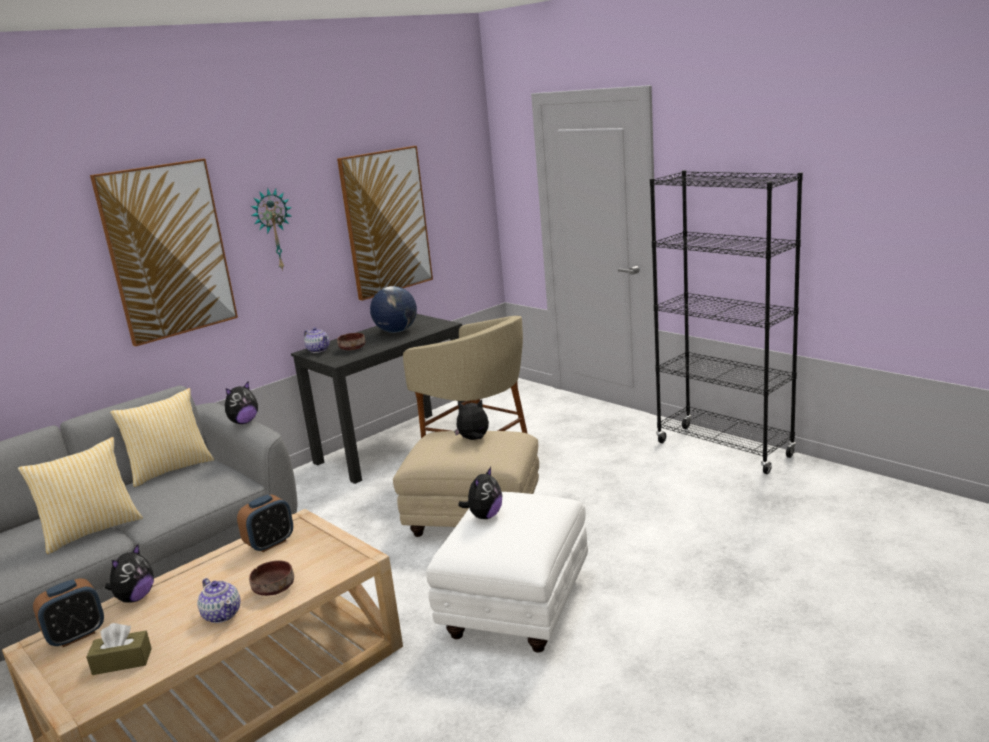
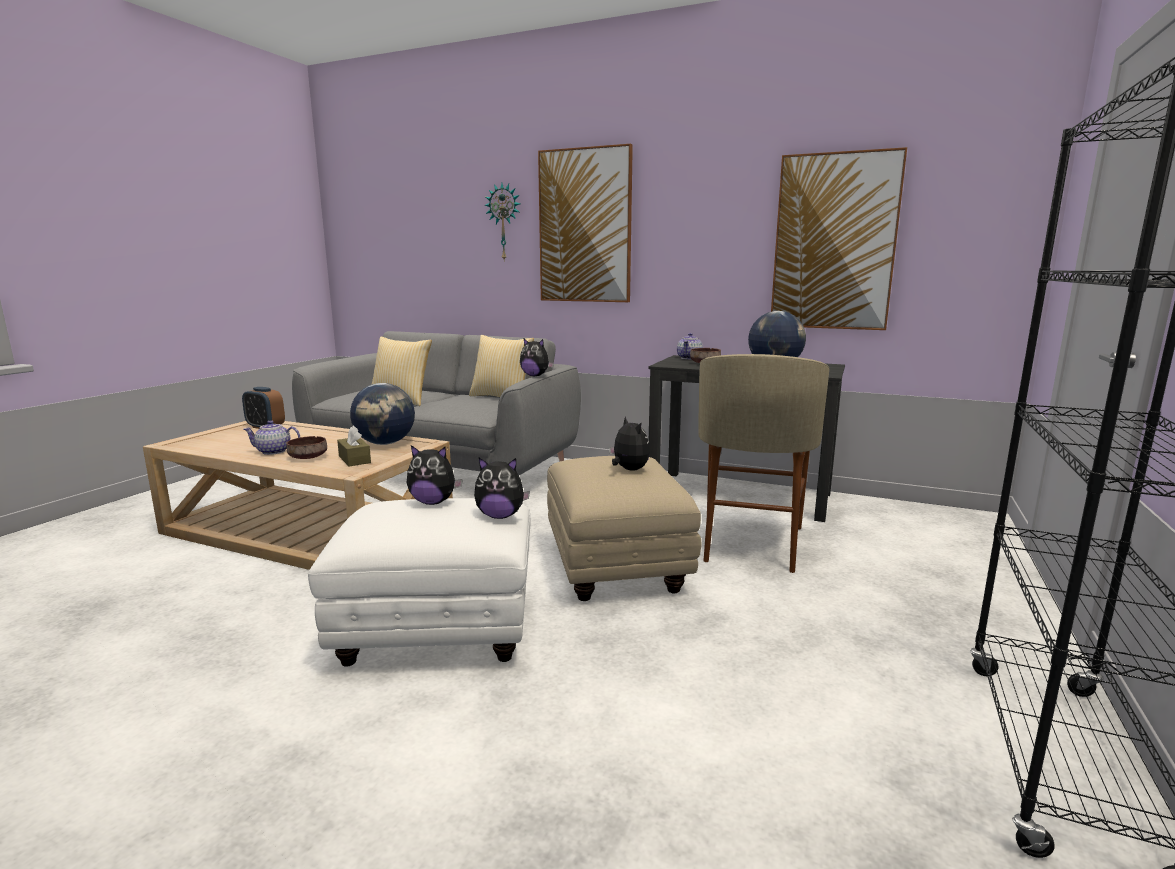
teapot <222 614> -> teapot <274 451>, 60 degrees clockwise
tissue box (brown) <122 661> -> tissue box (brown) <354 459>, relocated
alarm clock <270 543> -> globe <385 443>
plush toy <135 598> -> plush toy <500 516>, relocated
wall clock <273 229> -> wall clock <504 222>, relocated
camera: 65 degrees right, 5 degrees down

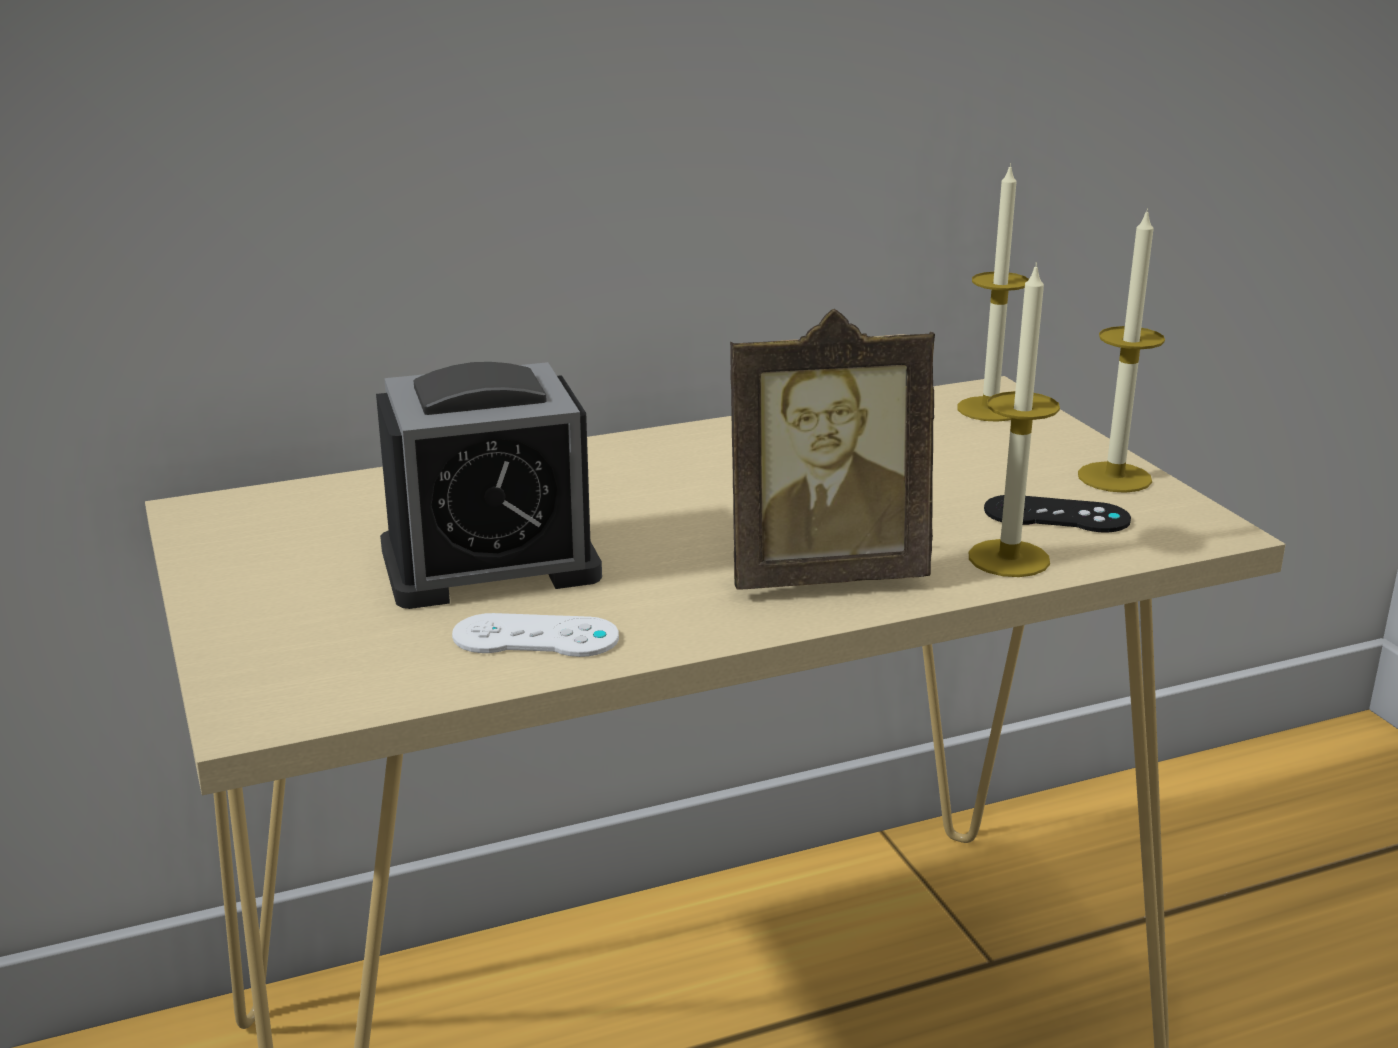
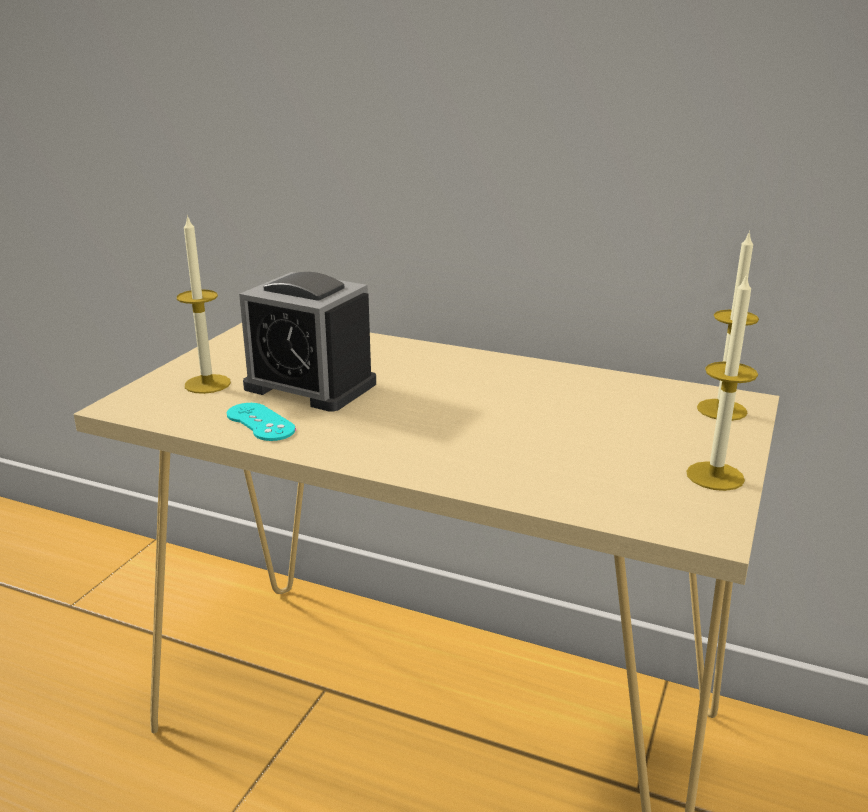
candle <1008 558> -> candle <207 384>, relocated
game controller (white) <535 637> -> game controller (turquoise) <260 422>
picture frame <823 572> -> none
game controller (black) <1056 515> -> none
camera: 45 degrees right, 0 degrees up

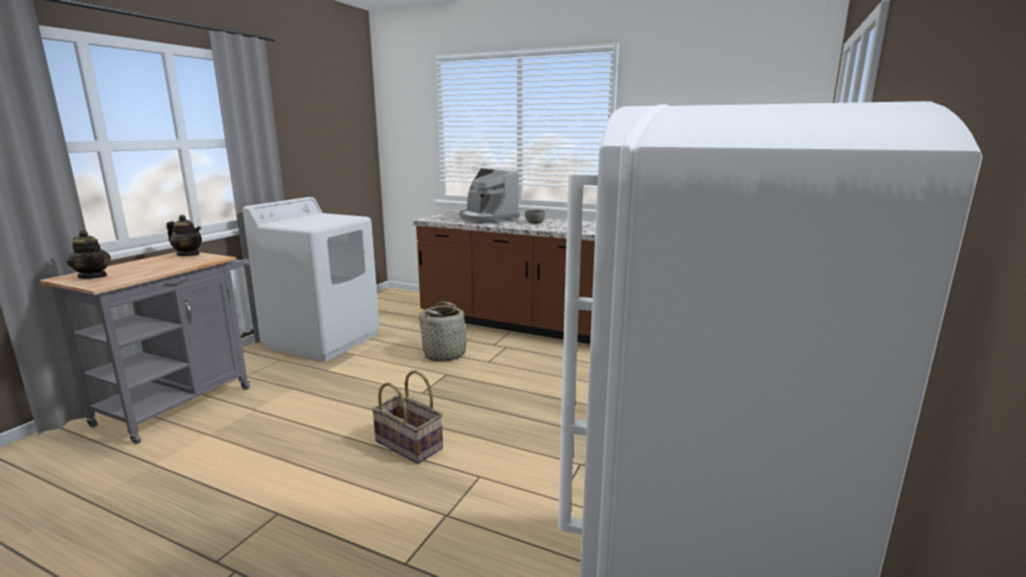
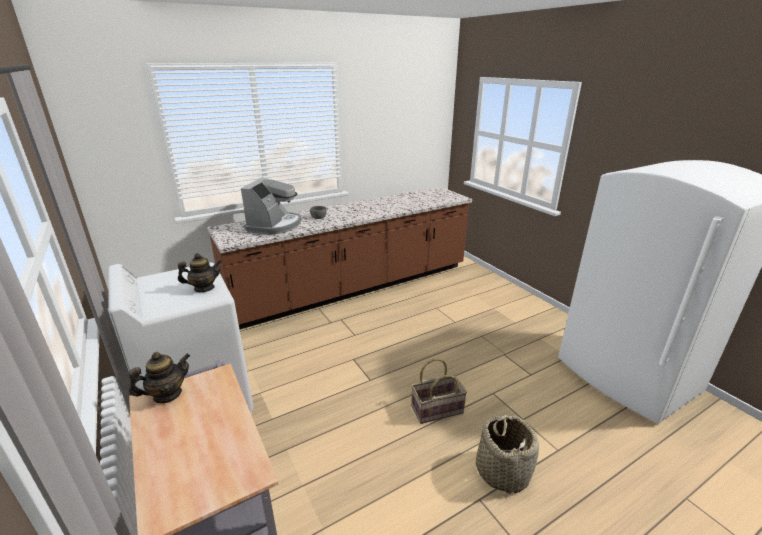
teapot <93 276> -> teapot <204 288>, relocated
coffee machine <487 219> -> coffee machine <275 225>, 75 degrees counterclockwise
basket <445 354> -> basket <502 471>, relocated
camera: 55 degrees left, 10 degrees up

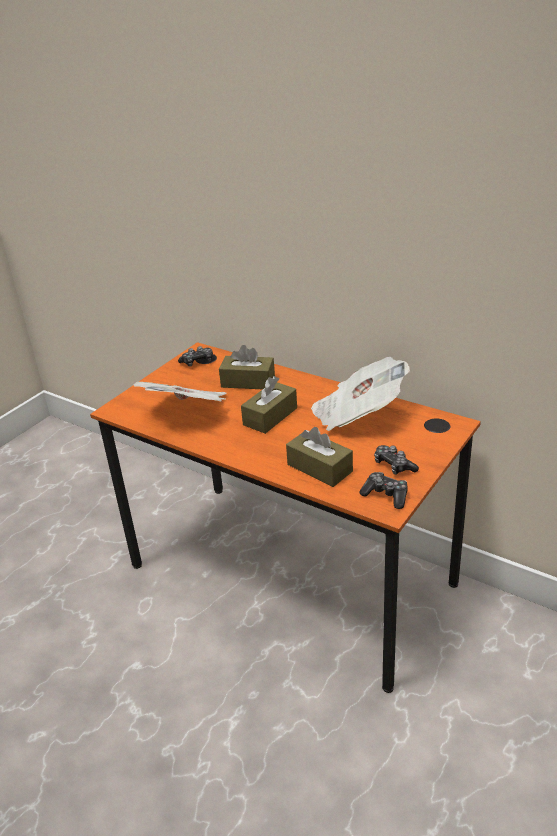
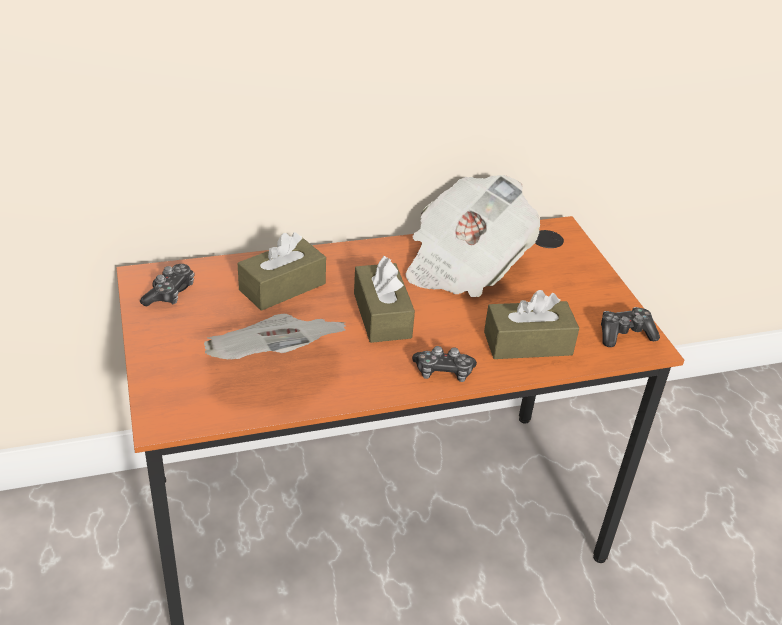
game controller <394 466> -> game controller <443 372>, relocated
camera: 55 degrees left, 5 degrees up

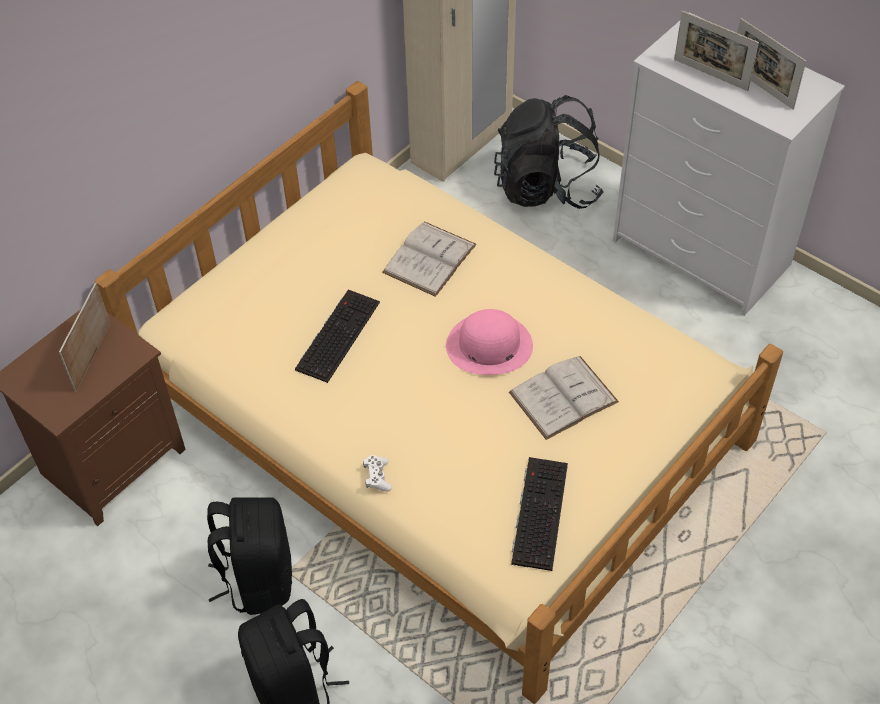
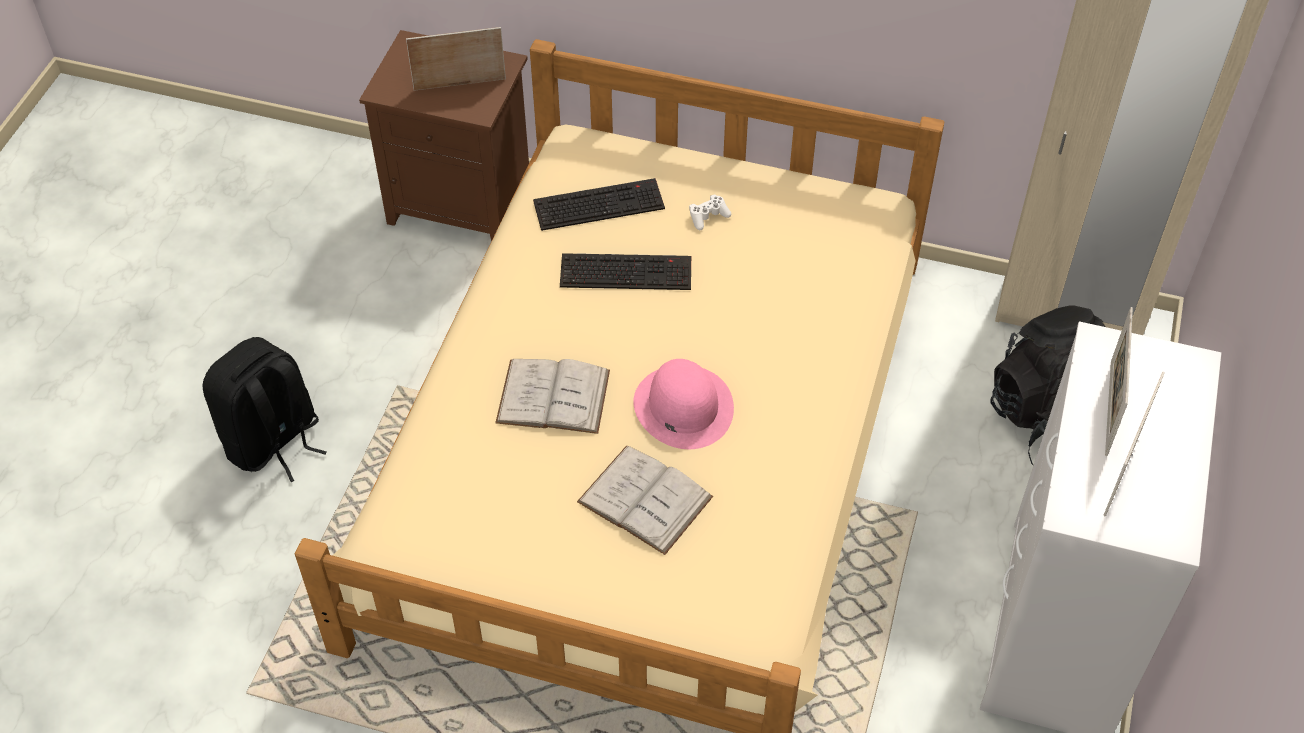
book (white) <429 258> -> book (white) <553 396>, relocated
keyboard <538 511> -> keyboard <600 203>, relocated
game controller (white) <377 477> -> game controller (white) <708 216>, relocated
backpack (black) <257 578> -> none
camera: 65 degrees right, 0 degrees up

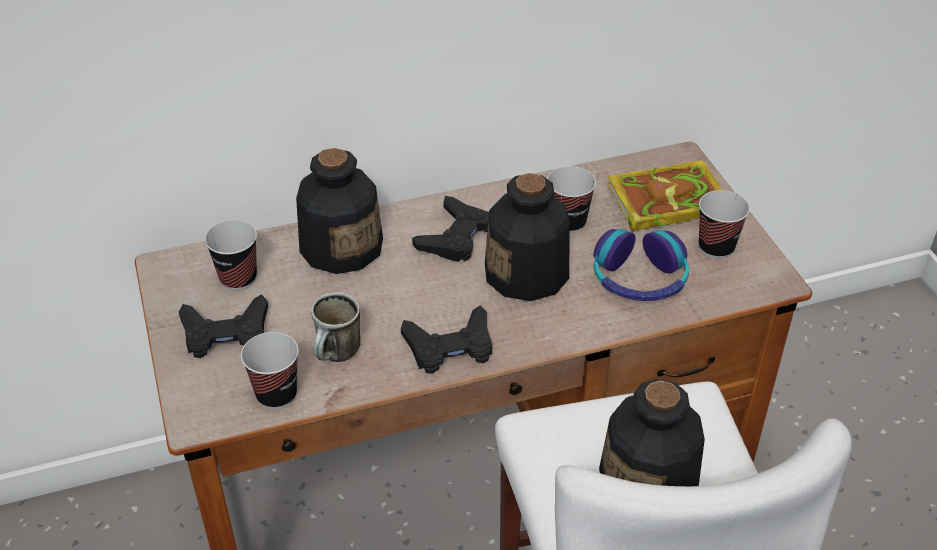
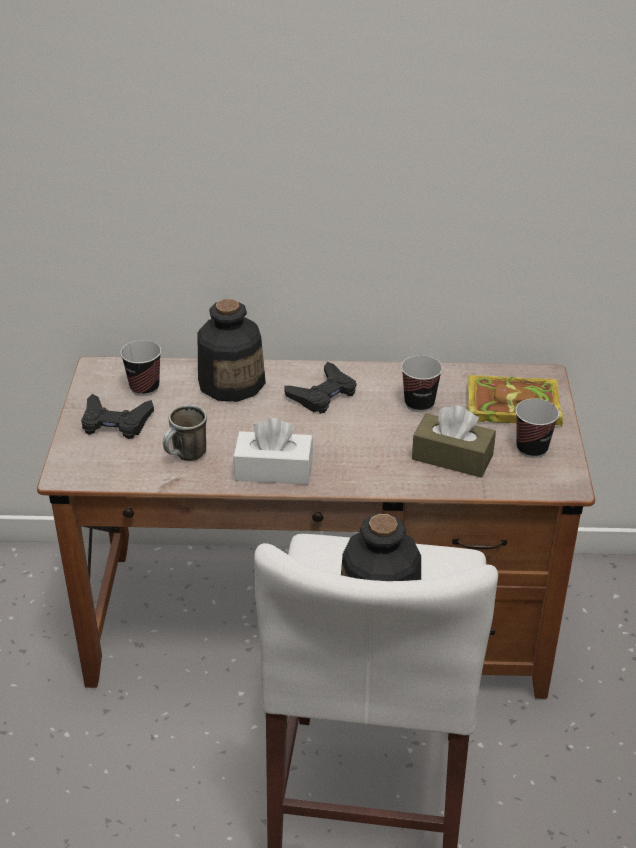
game controller (black) <450 347> -> tissue box (white) <274 470>
headphones <639 279> -> tissue box (brown) <452 457>
cup <276 394> -> none
bottle <527 274> -> none
camera: 20 degrees right, 5 degrees down

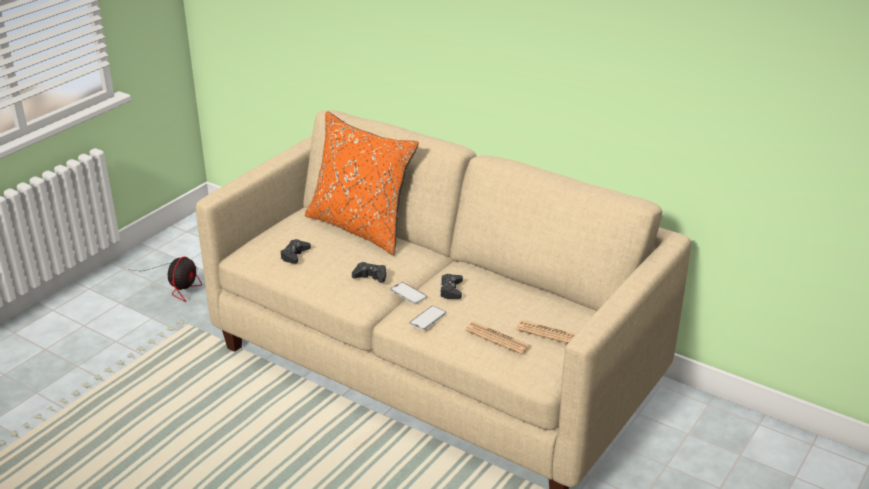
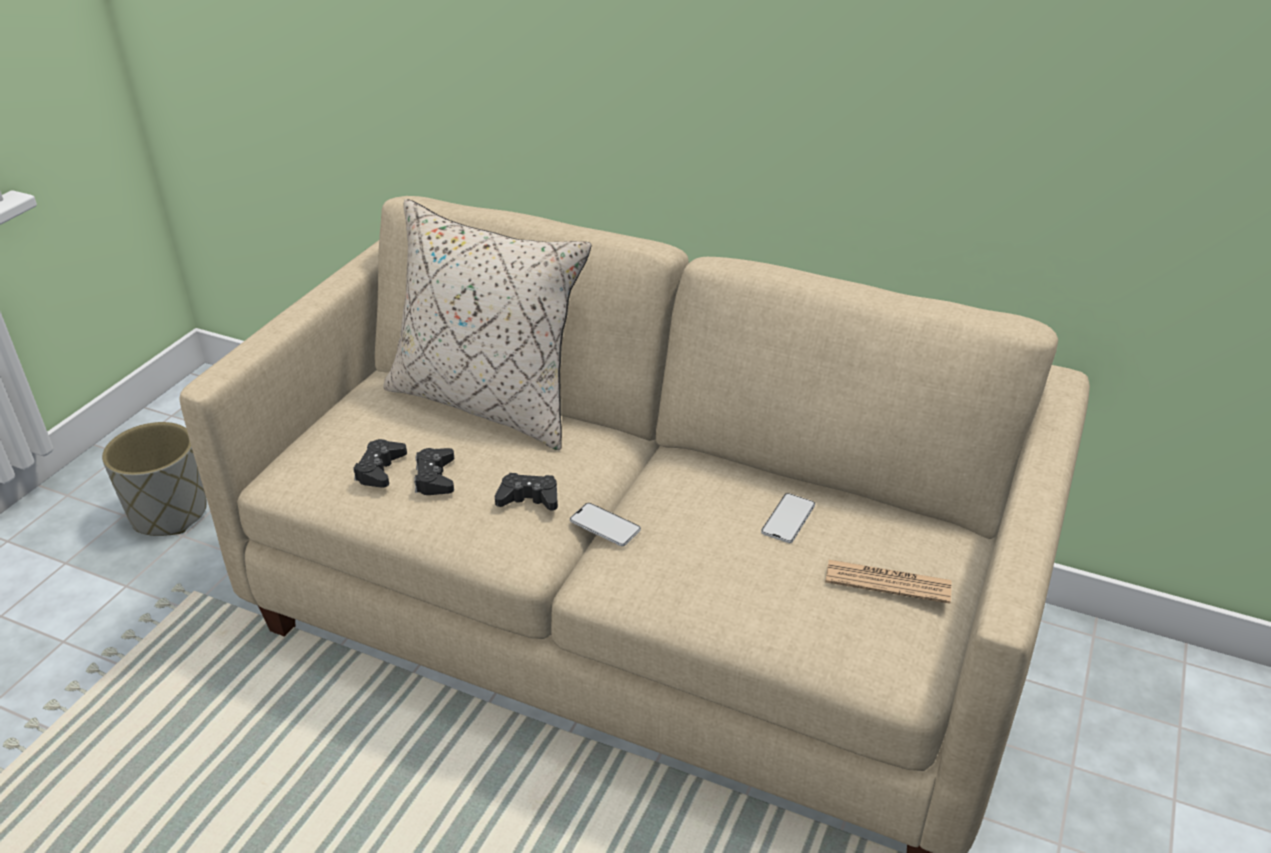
fan <179 284> -> planter (grey) <170 514>
pillow (orange) <361 228> -> pillow (beige) <488 402>
game controller (black) <451 290> -> game controller (black) <435 478>, relocated
phone <428 318> -> phone <788 518>, relocated
newspaper <497 338> -> none
camera: 10 degrees left, 5 degrees up

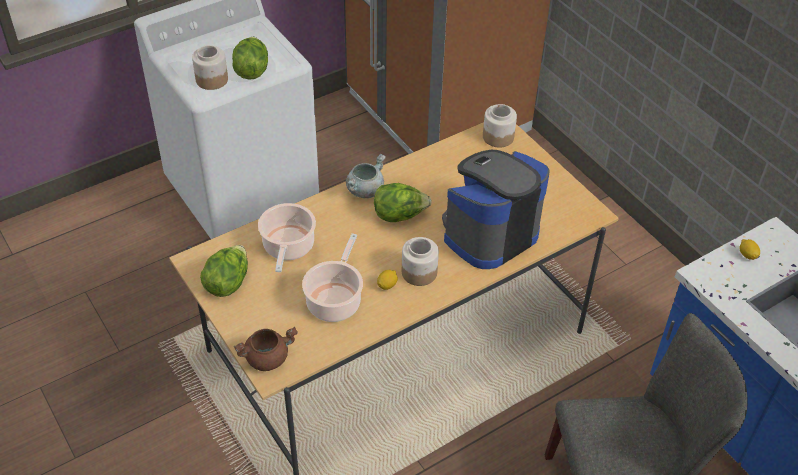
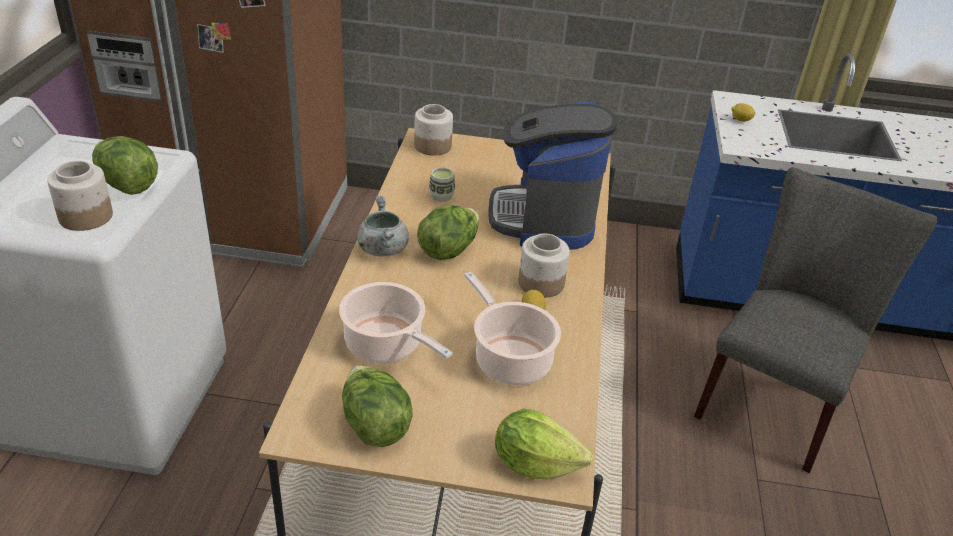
none -> cup <441 196>
cooking pot (brown) <267 358> -> lettuce <535 463>
camera: 50 degrees left, 10 degrees down

